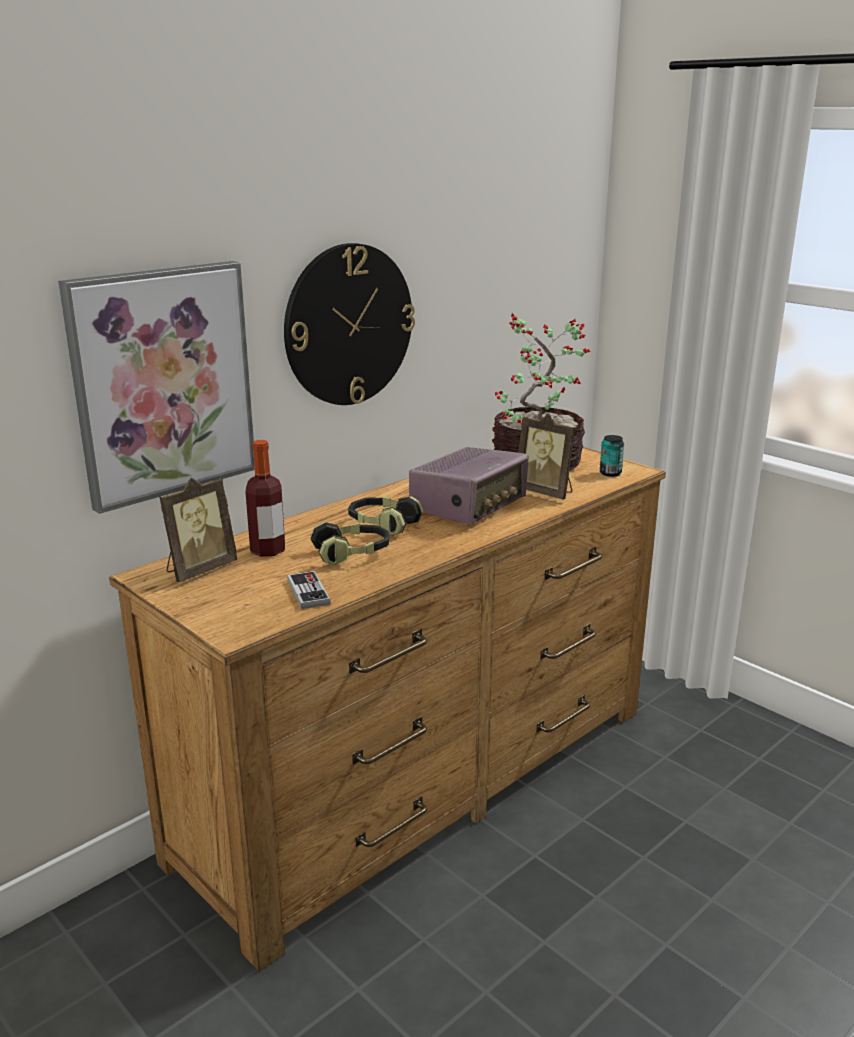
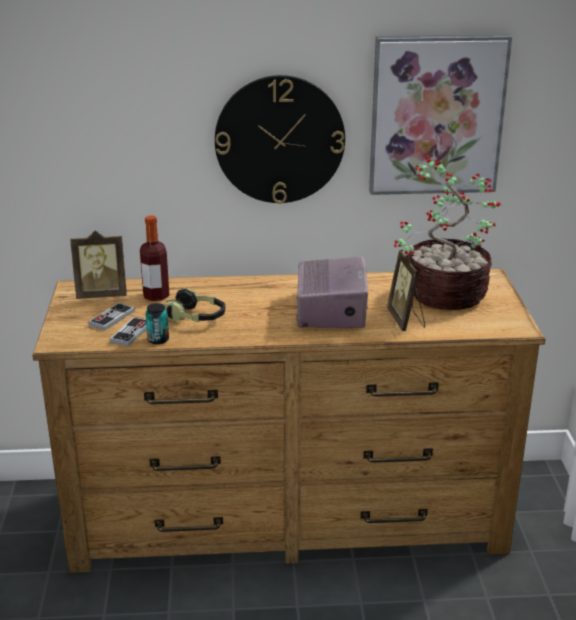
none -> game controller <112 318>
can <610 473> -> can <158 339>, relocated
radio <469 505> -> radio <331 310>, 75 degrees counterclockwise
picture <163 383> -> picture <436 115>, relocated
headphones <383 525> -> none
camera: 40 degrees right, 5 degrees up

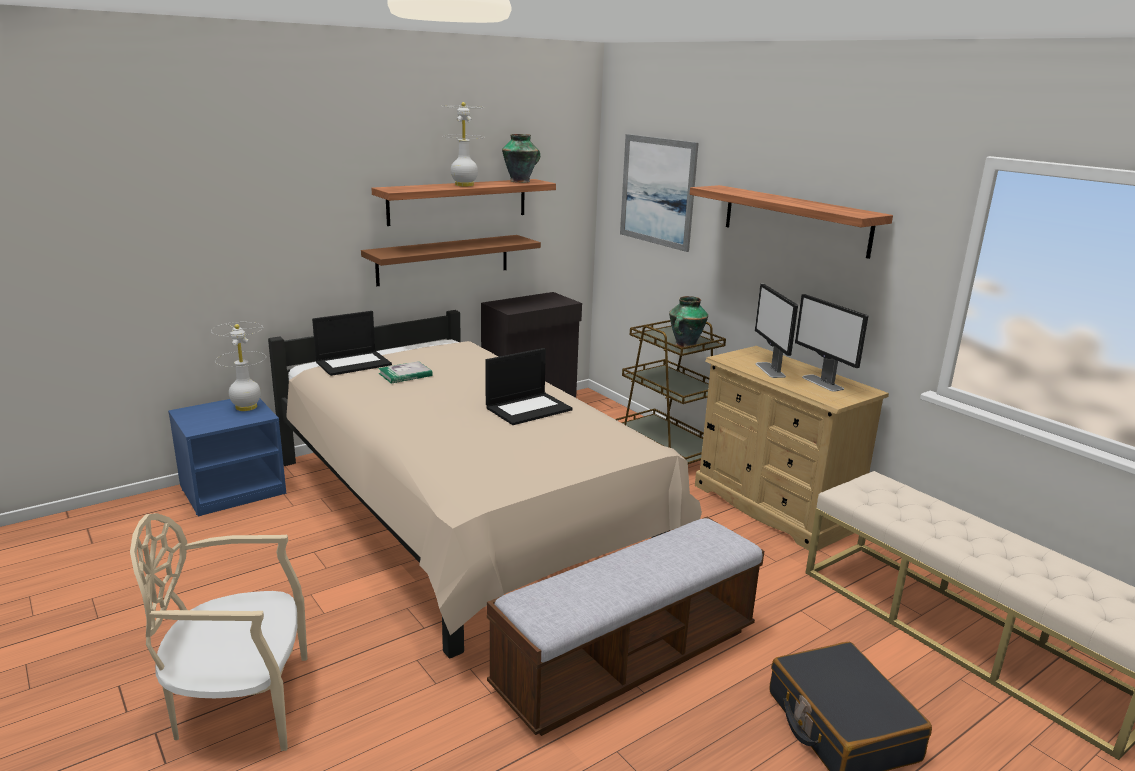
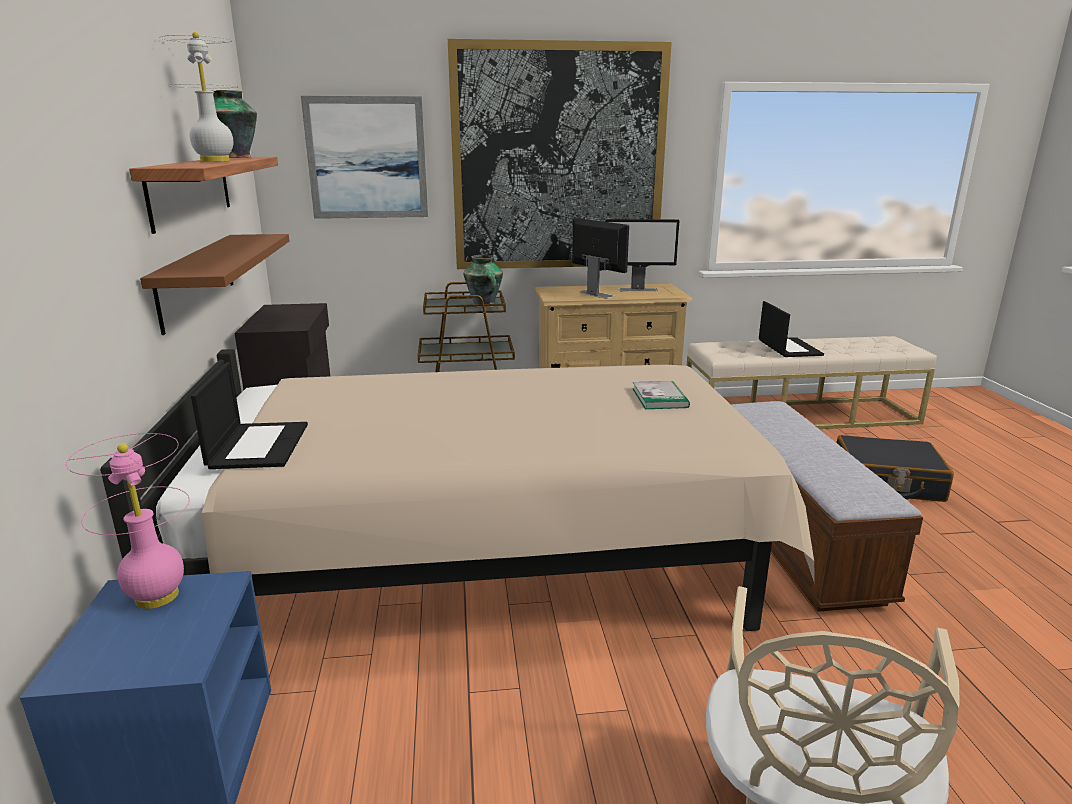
table lamp (white) <246 407> -> table lamp (pink) <156 597>
shelf <795 220> -> picture <558 159>
monitor <770 370> -> monitor <596 294>, 150 degrees counterclockwise
book <405 374> -> book <659 398>, relocated
laptop <529 408> -> laptop <788 347>, relocated
camera: 60 degrees left, 0 degrees up

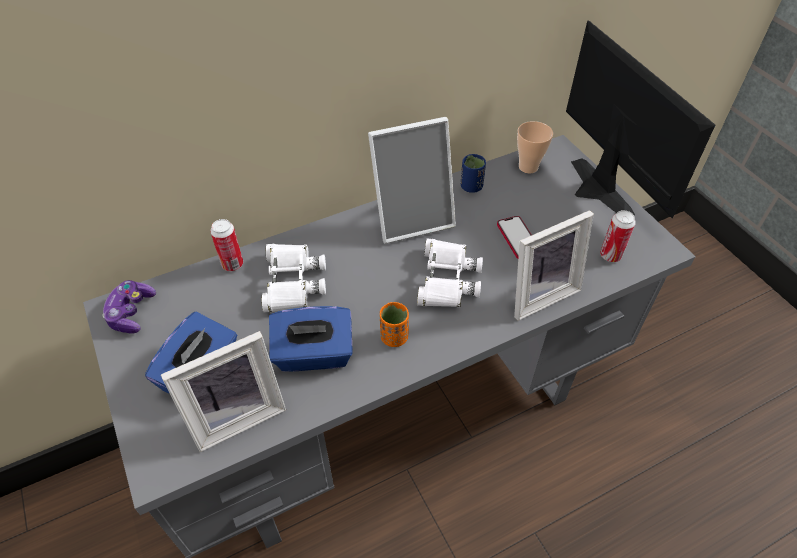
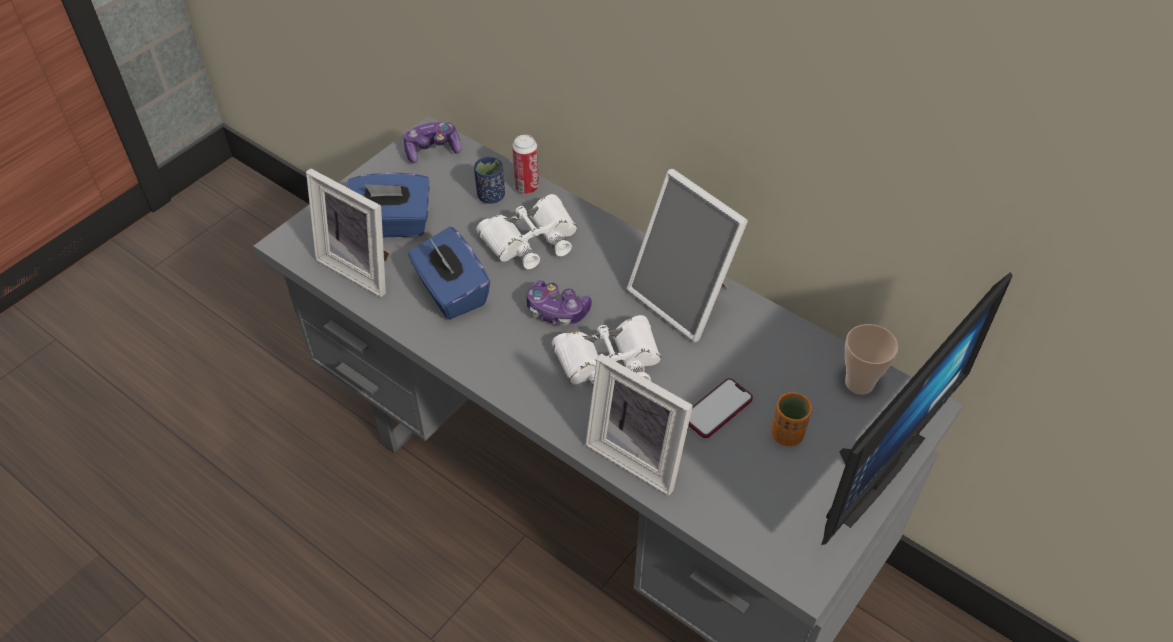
cup (blue) <471 187> -> cup (blue) <491 196>, relocated
none -> game controller <557 311>
cup (orange) <394 337> -> cup (orange) <787 434>, relocated
can <610 255> -> none
camera: 65 degrees right, 0 degrees up

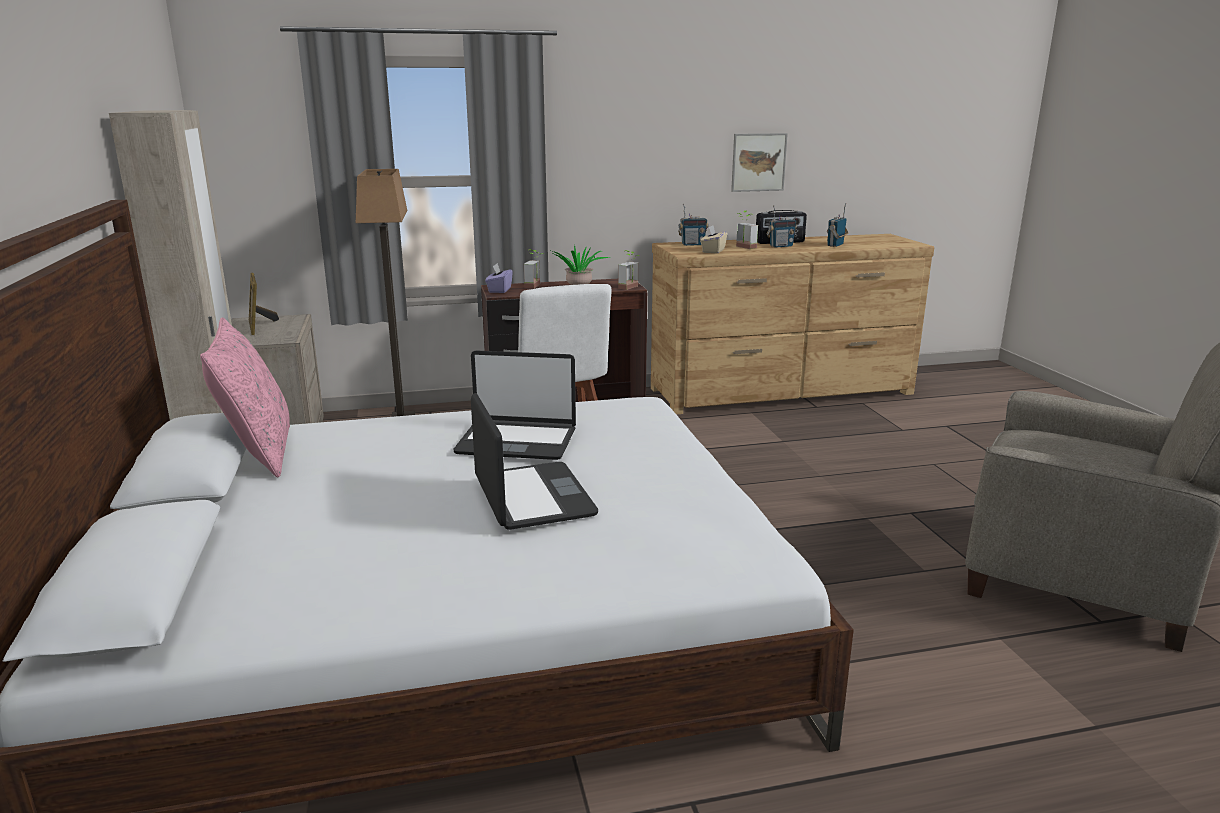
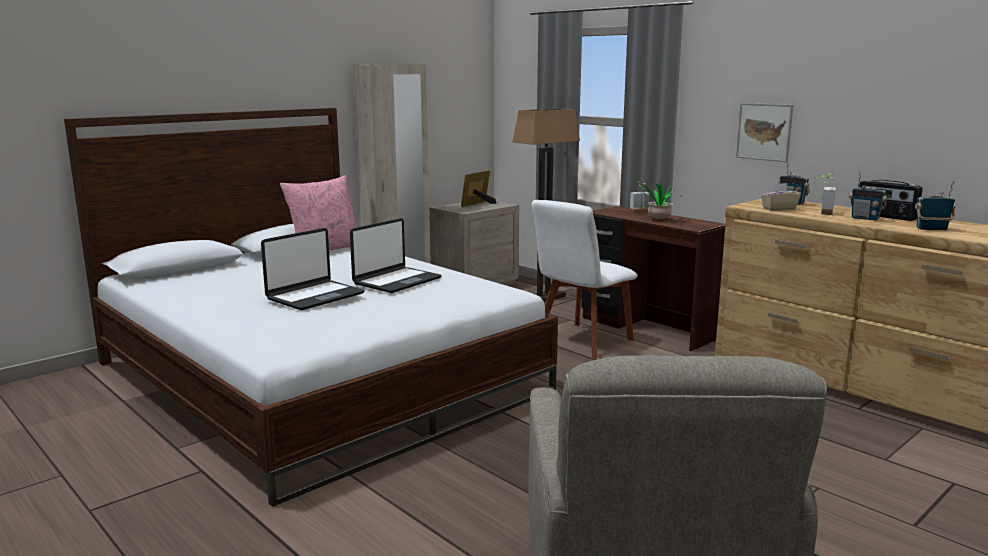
laptop <517 441> -> laptop <396 281>, 120 degrees counterclockwise
picture <758 162> -> picture <764 132>, relocated
tissue box (purple) <499 290> -> none
potted plant <631 288> -> none
camera: 60 degrees right, 5 degrees down

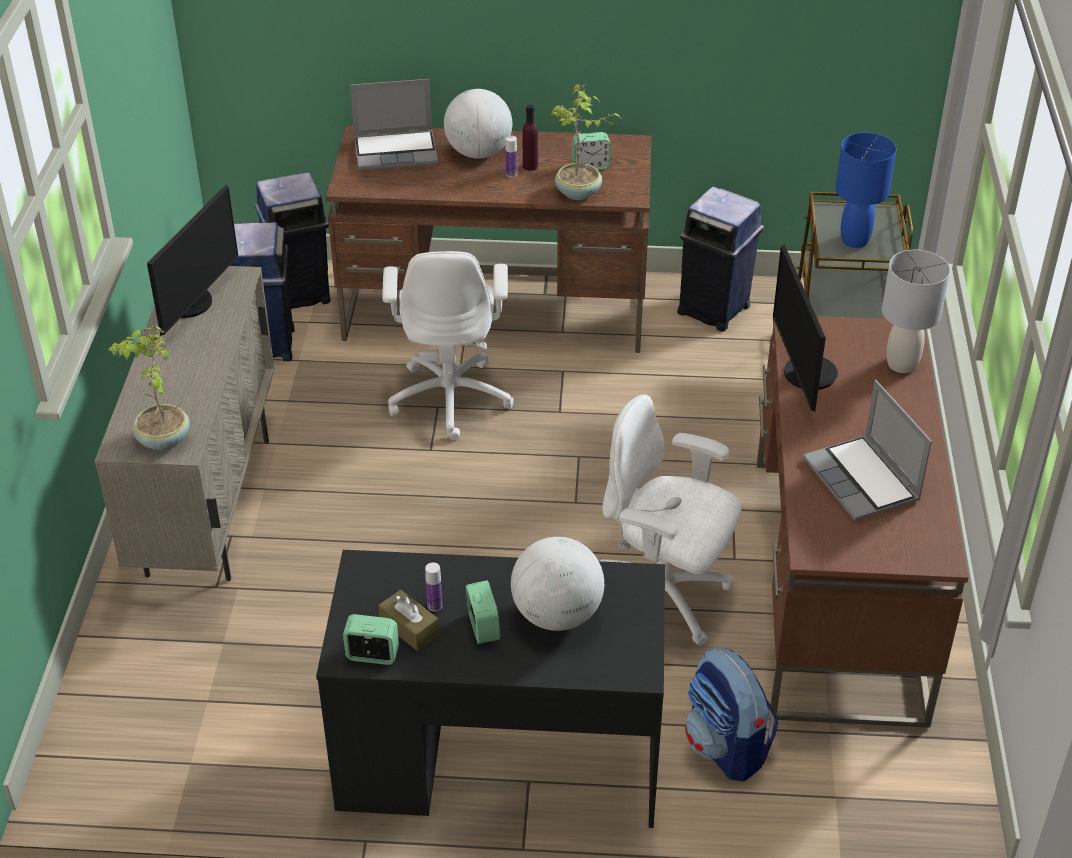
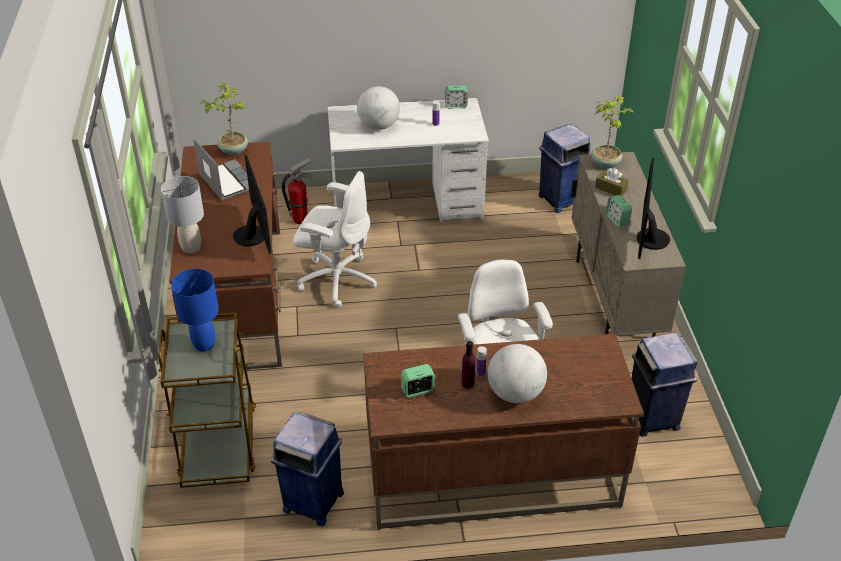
potted plant <578 193> -> potted plant <233 150>, relocated
backpack <726 747> -> fire extinguisher <301 220>
desk (black) <498 759> -> desk (white) <407 204>
trash can (blue) <300 293> -> trash can (blue) <560 199>, relocated
tissue box (brown) <409 628> -> tissue box (brown) <611 189>, relocated
alarm clock <483 627> -> alarm clock <617 220>, relocated
laptop <397 151> -> none
camera: 170 degrees right, 0 degrees up

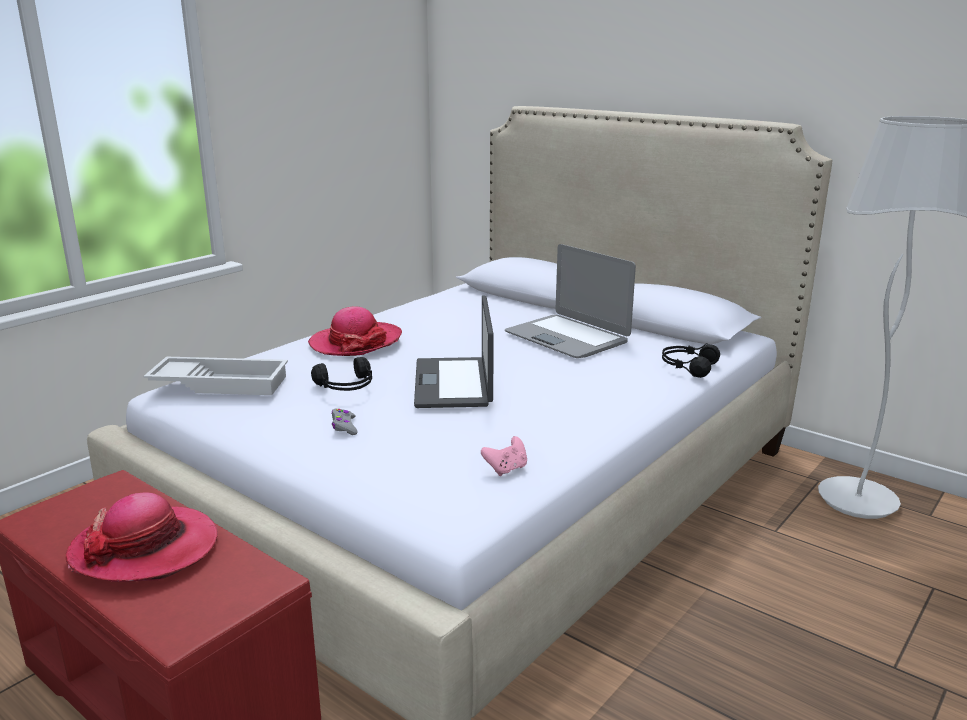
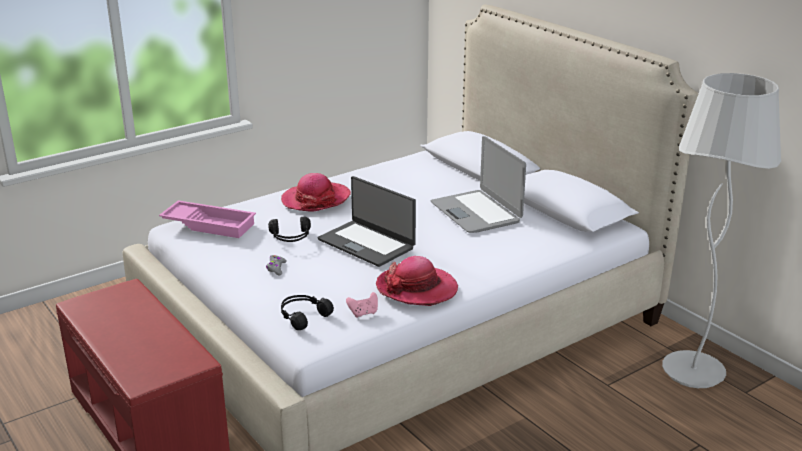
tray (white) <221 383> -> tray (pink) <210 224>
headphones (black) <687 367> -> headphones (black) <303 316>, relocated
laptop <454 383> -> laptop <367 243>, 60 degrees counterclockwise
hat <145 549> -> hat <417 288>, relocated
camera: 15 degrees right, 5 degrees up

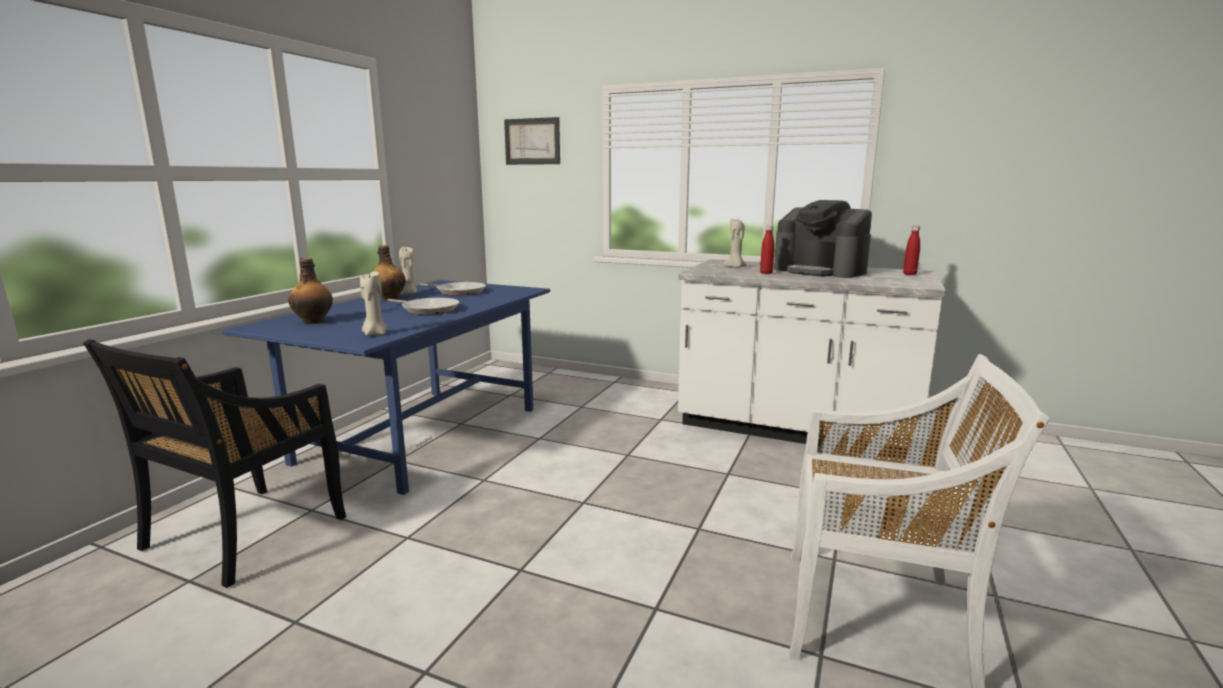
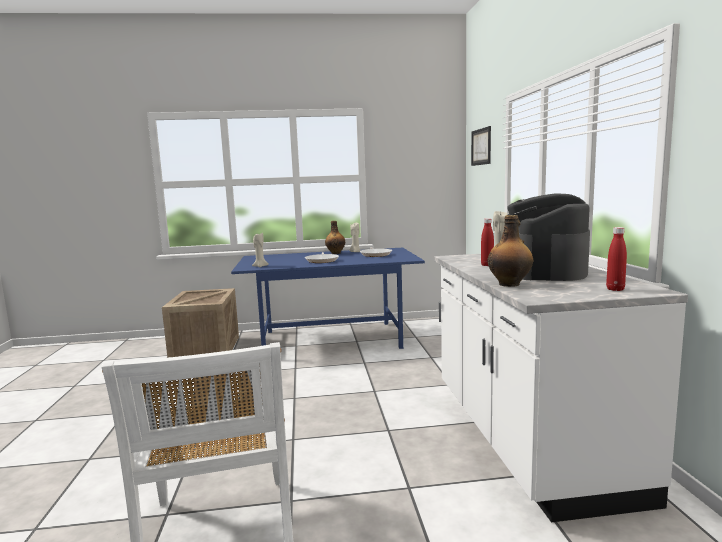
chair (black) <243 535> -> crate <205 349>
bottle <314 322> -> bottle <510 284>, relocated
camera: 60 degrees right, 5 degrees down

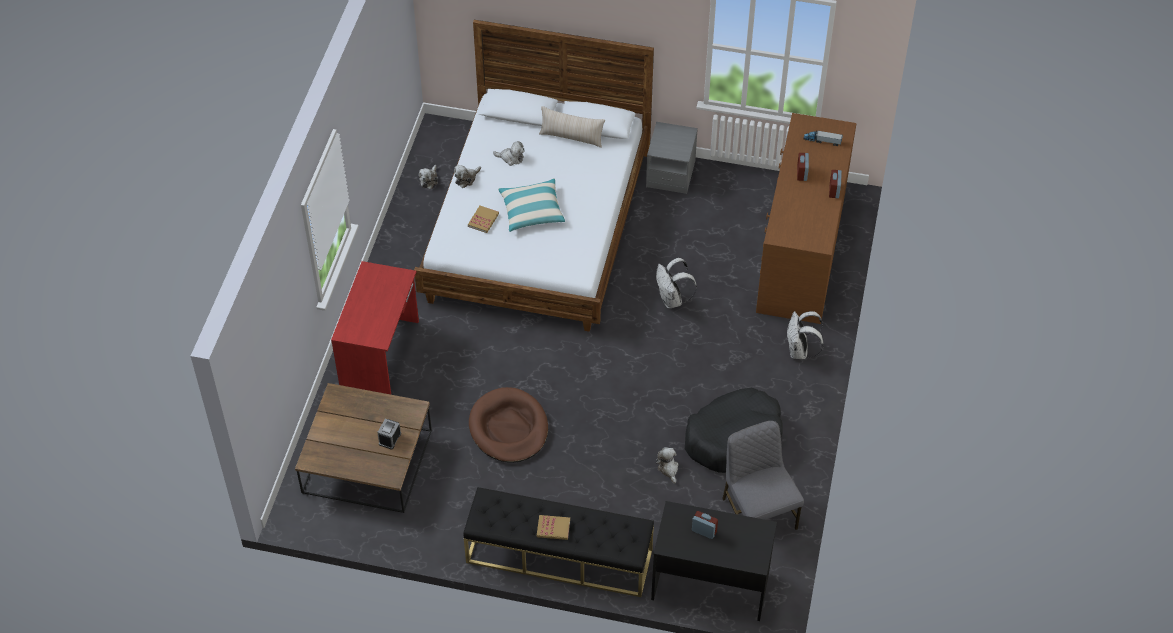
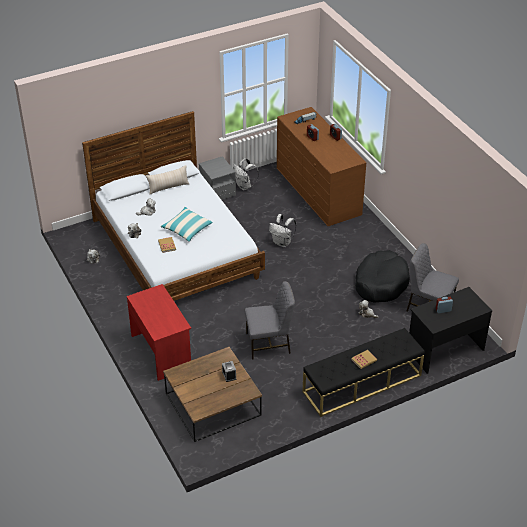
backpack (white) <800 351> -> backpack (white) <244 186>, relocated
dog bed (brown) <509 428> -> chair (grey) <269 344>
camera: 40 degrees left, 10 degrees down

